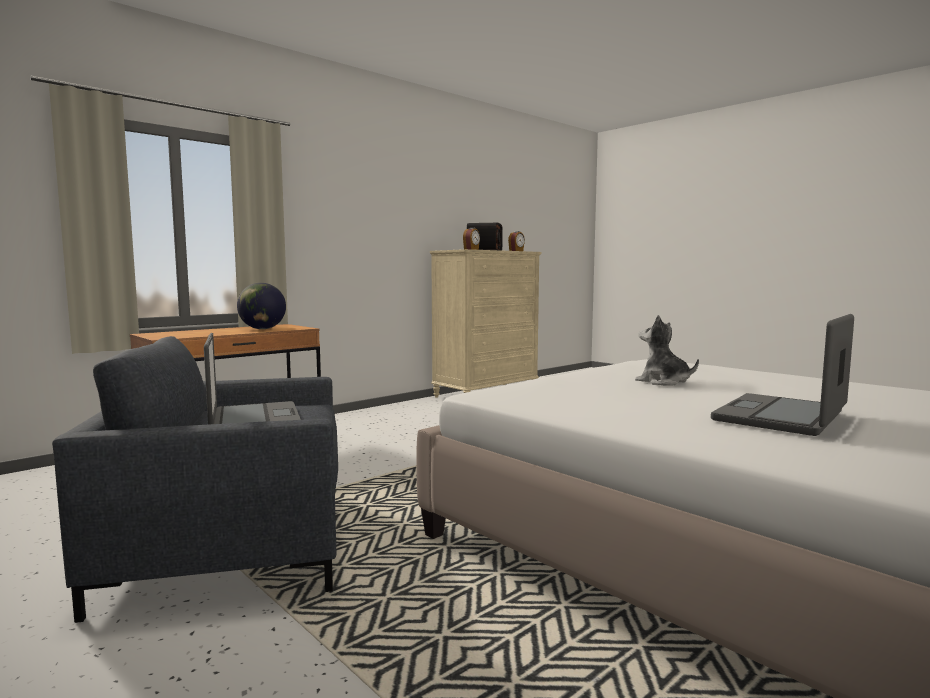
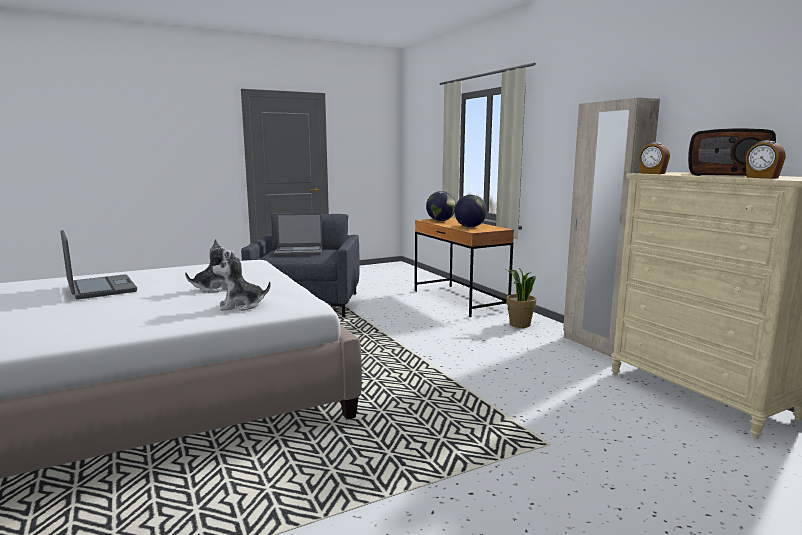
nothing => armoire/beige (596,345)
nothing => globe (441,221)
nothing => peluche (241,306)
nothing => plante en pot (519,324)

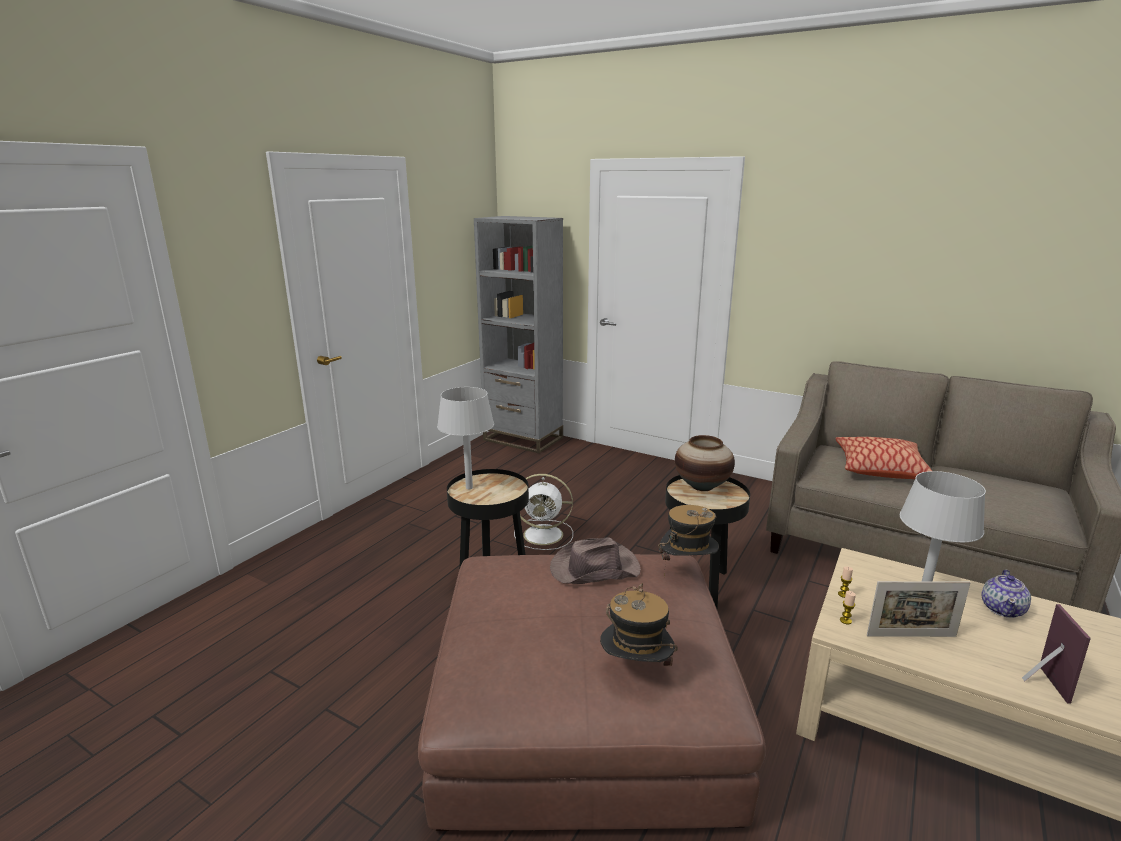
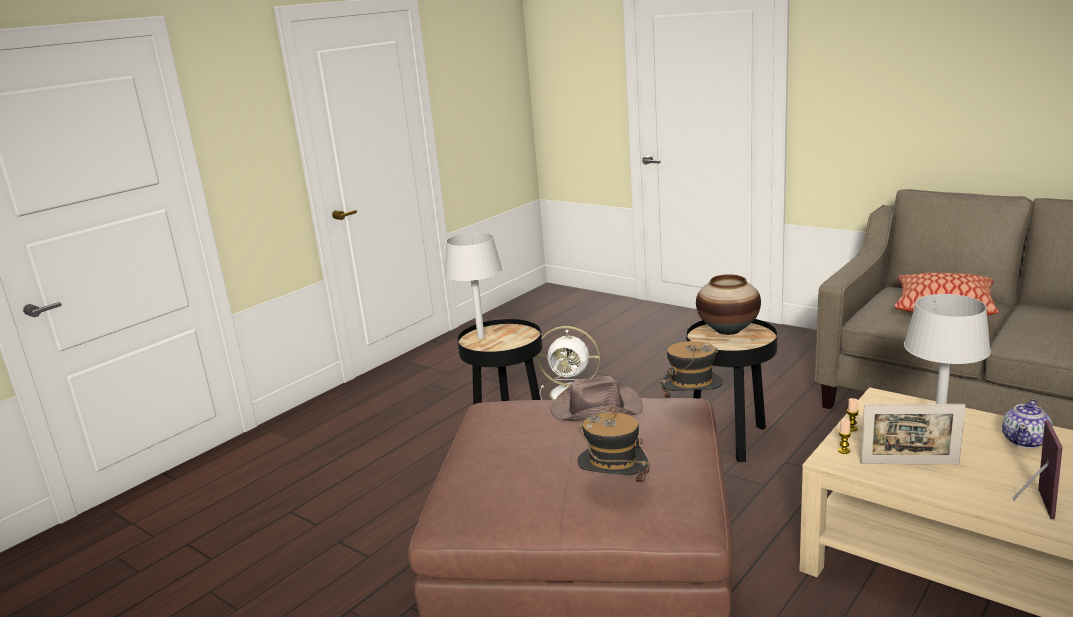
bibliothèque/gris (523,439) => nothing

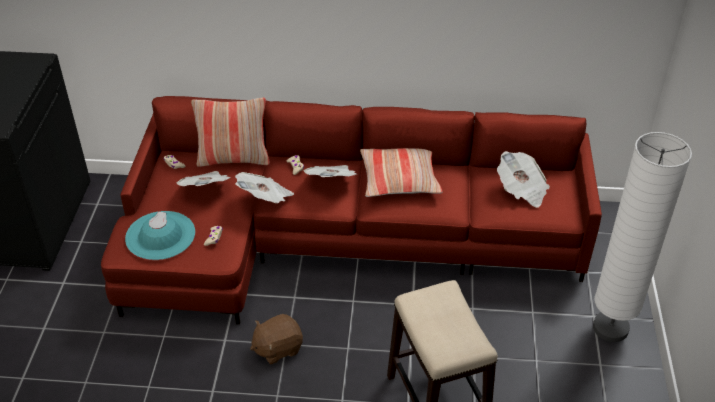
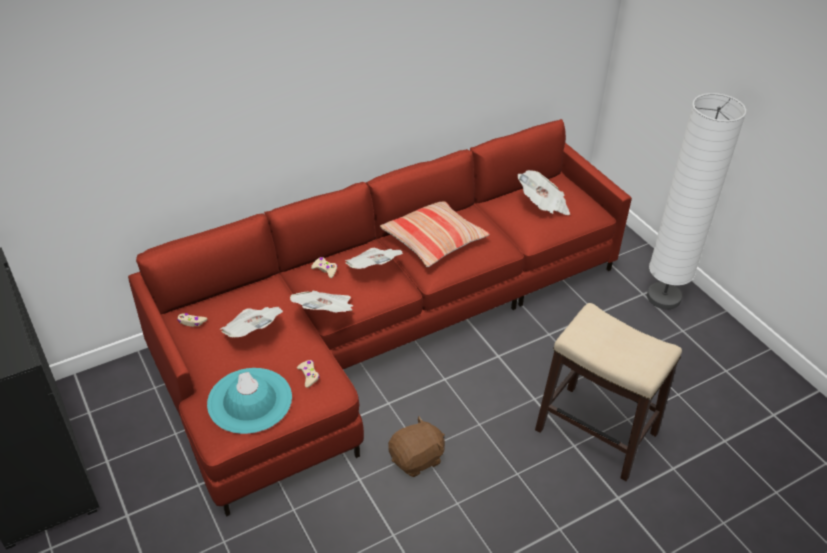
coussin (234,159) => nothing
peluche/marron (277,348) => peluche/marron (417,459), 150 degrees counterclockwise

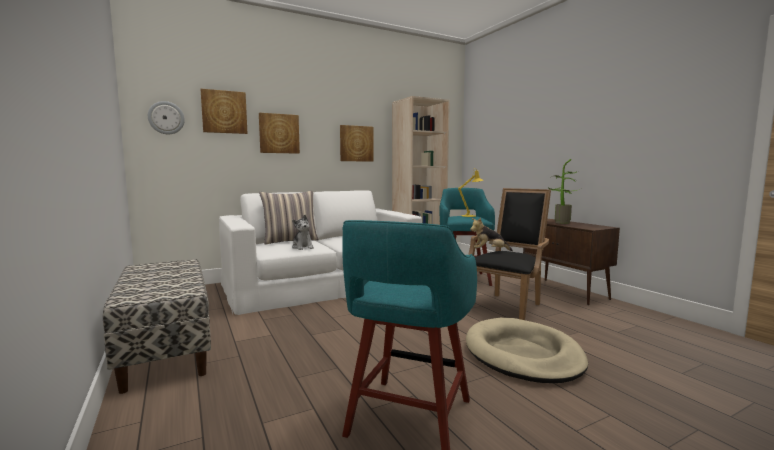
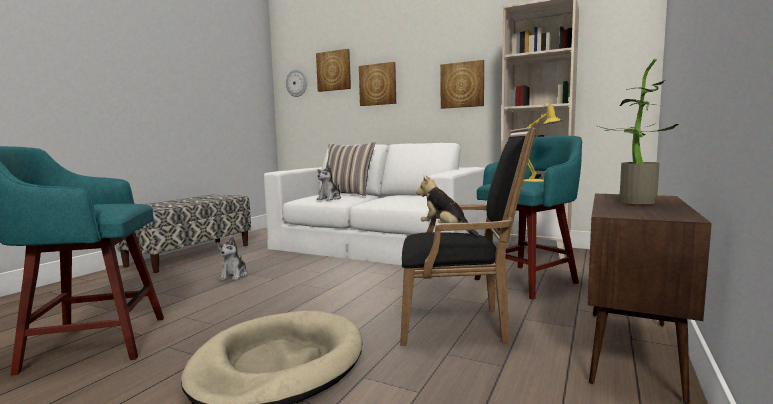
nothing => peluche (234,276)

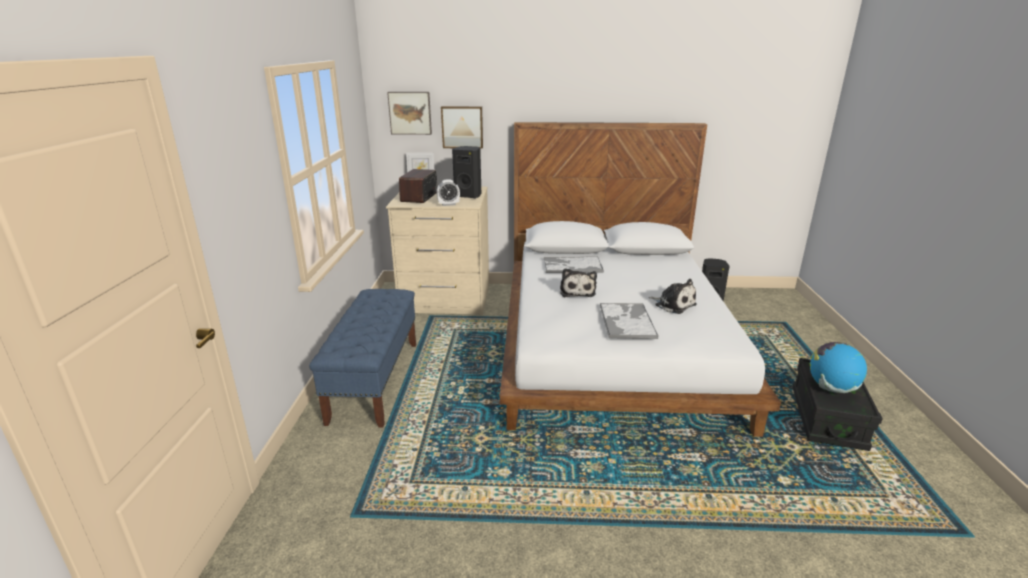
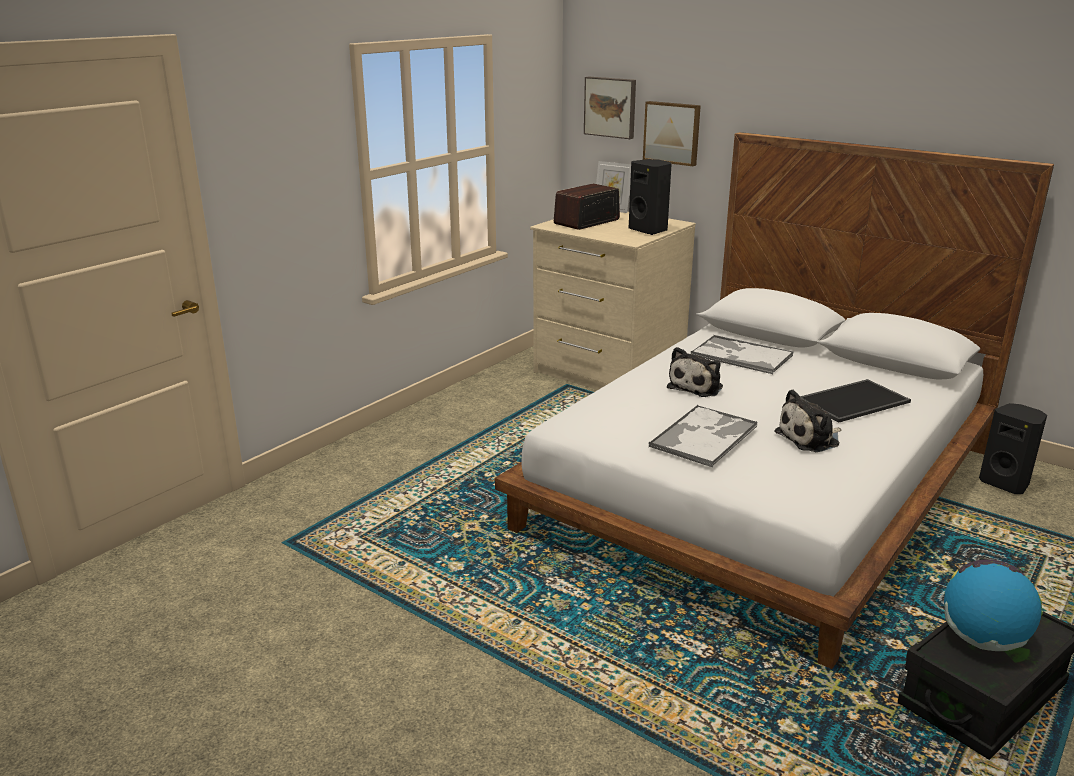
réveil (448,204) => nothing
peluche (673,304) => peluche (810,438), 75 degrees clockwise
banc/bleu (375,380) => nothing
nothing => plateau (853,400)

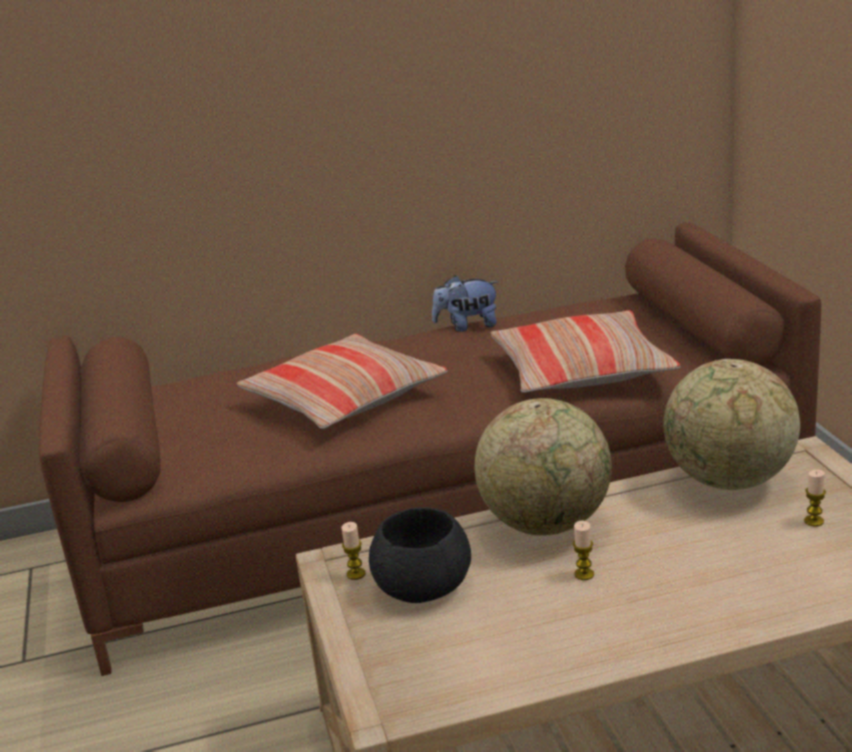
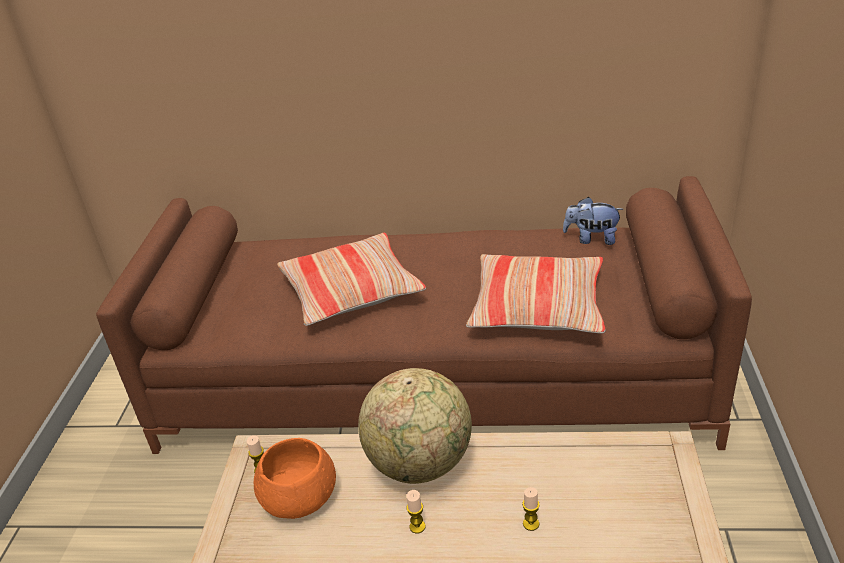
peluche (467,326) => peluche (591,239), shifted
globe (729,481) => nothing
bougie (814,521) => bougie (531,524), shifted
bol/noir (422,586) => bol/orange (298,497)

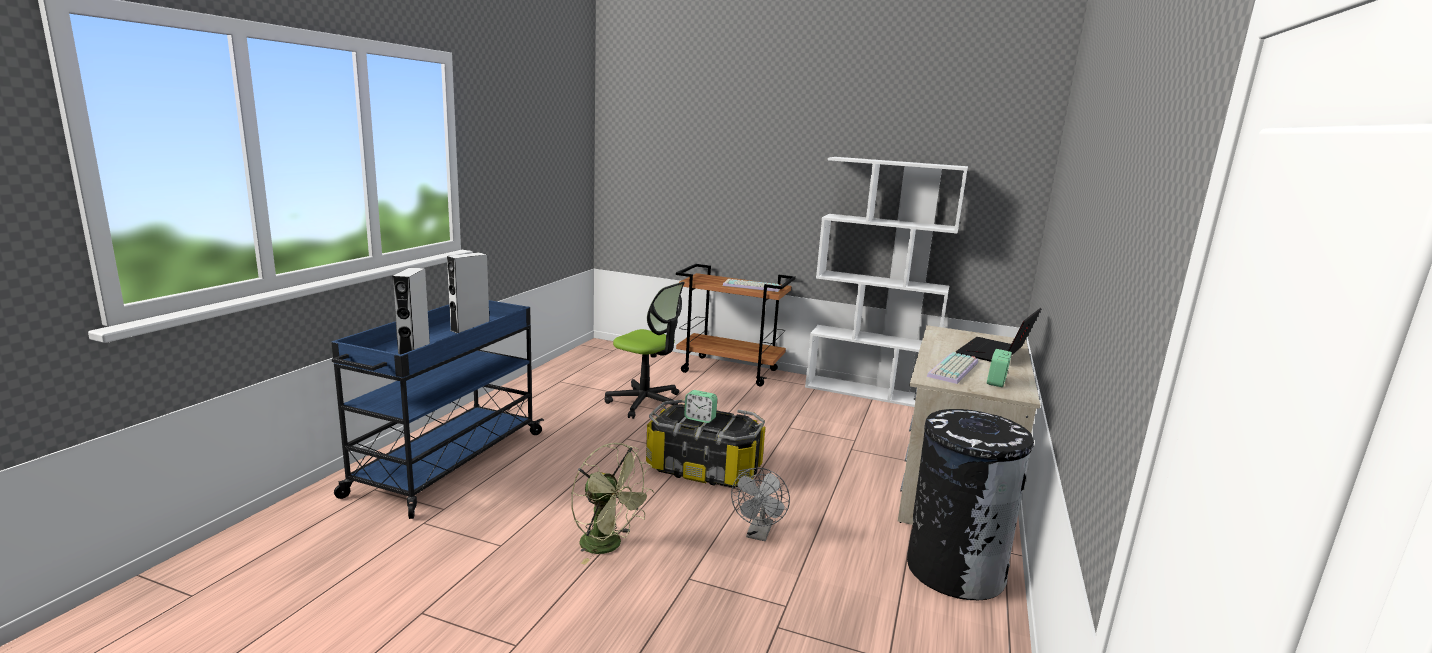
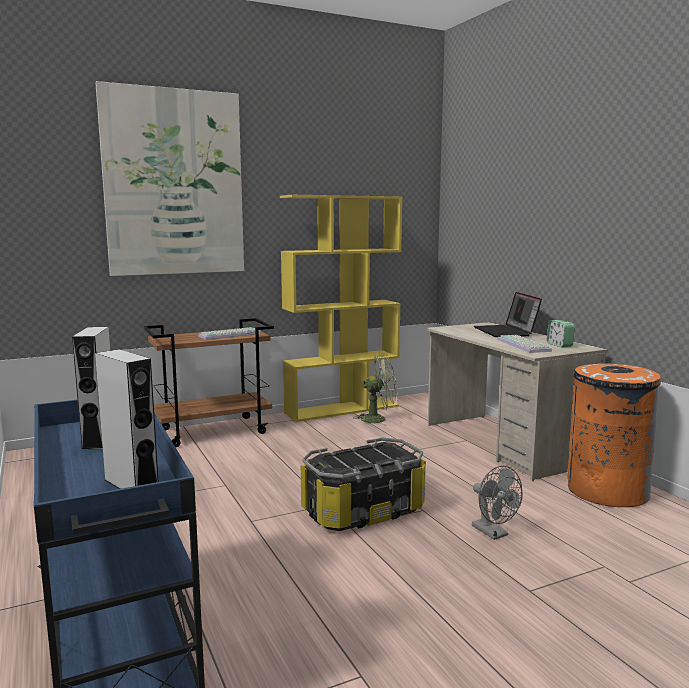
bibliothèque/blanc (869,392) => bibliothèque/jaune (342,409)
chaise de bureau (646,403) => nothing
réveil (700,418) => nothing
poubelle/noir (954,569) => poubelle/orange (606,491)
ventilateur/vert (608,546) => ventilateur/vert (378,419), shifted
nothing => tableau (174,183)

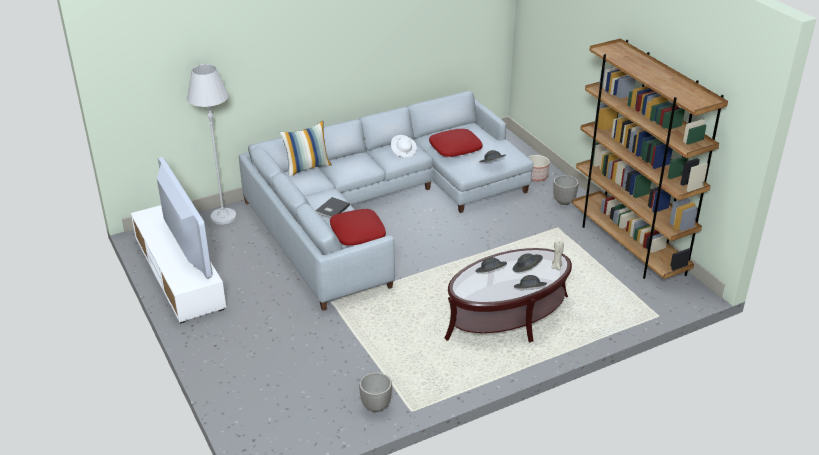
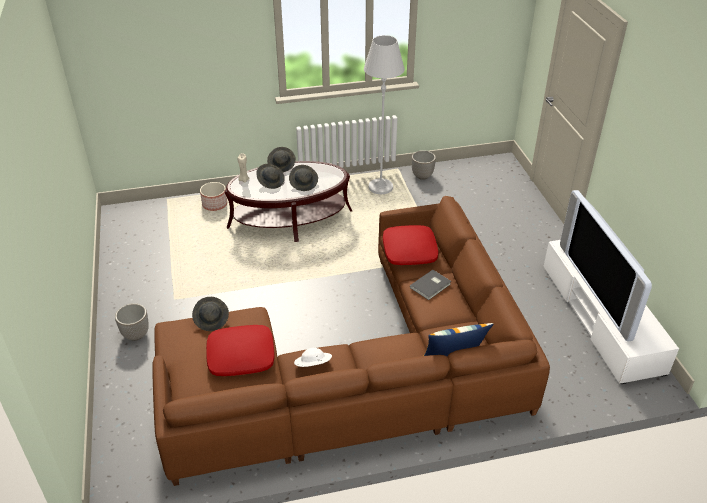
bibliothèque/marron (628,246) => nothing
lampadaire/blanc (223,217) => lampadaire/blanc (380,187), shifted
canapé/gris (379,206) => canapé/marron (359,372)
cache-pot (535,176) => cache-pot (215,204), shifted

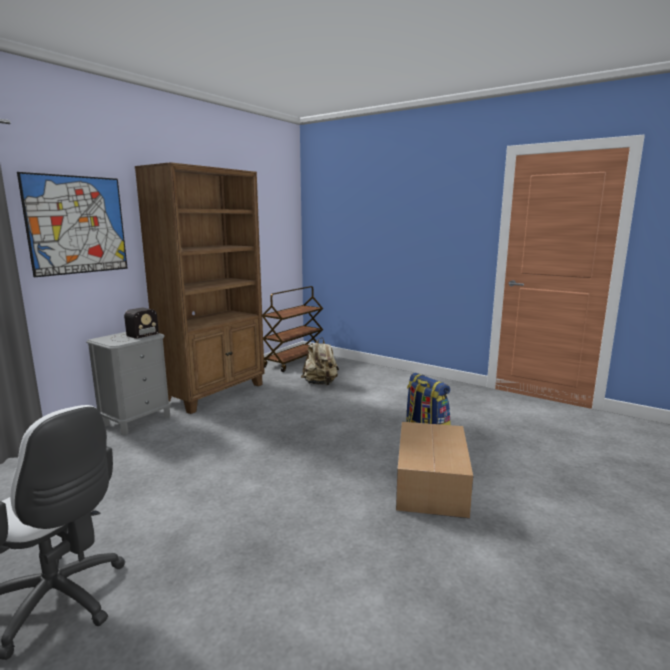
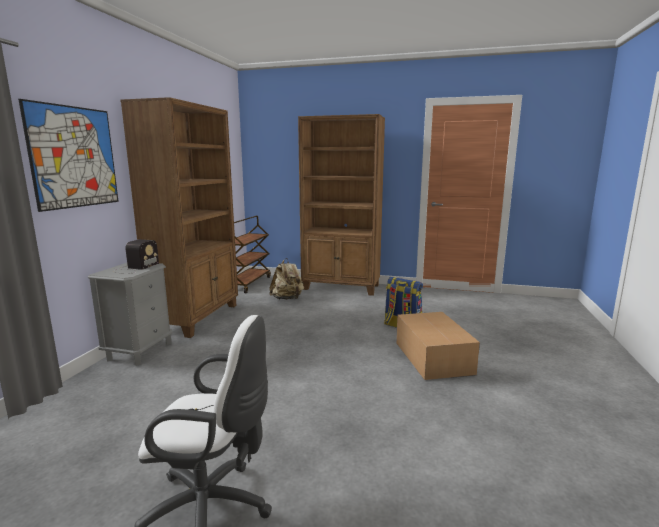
nothing => bibliothèque/marron (341,287)

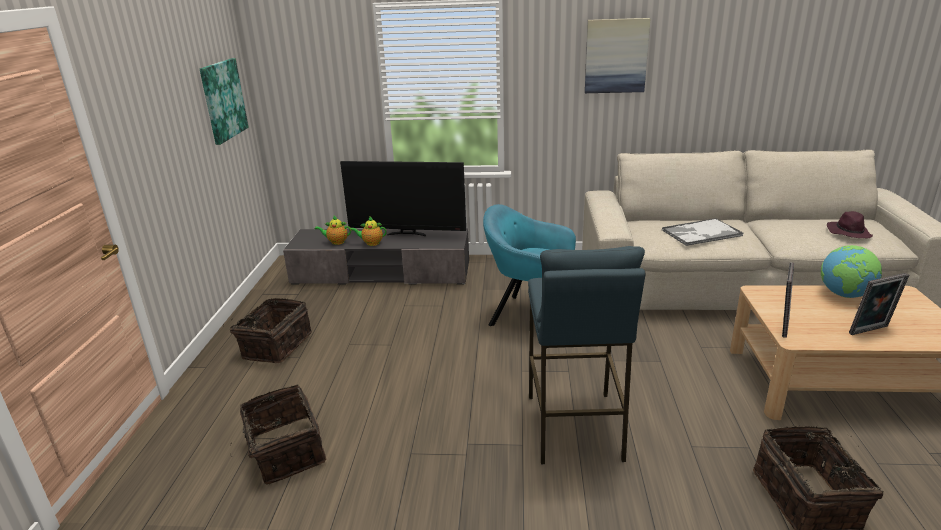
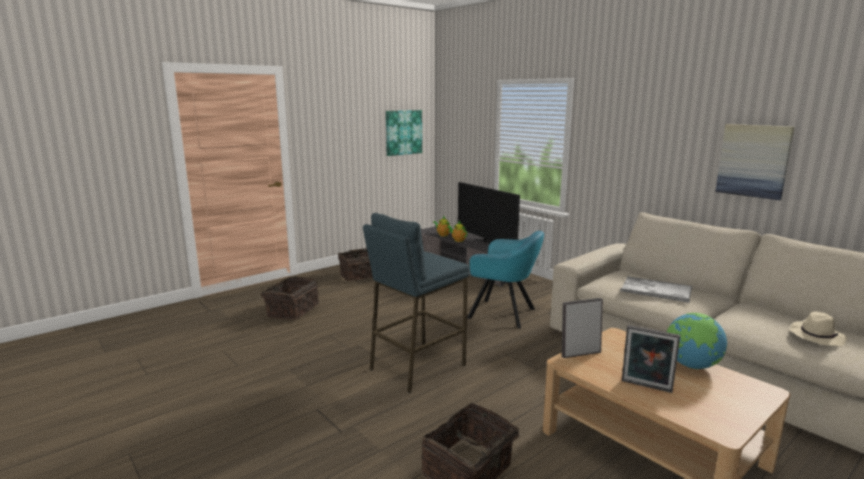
tableau (616,56) => tableau (753,160), shifted
fauteuil/turquoise (528,315) => fauteuil/turquoise (504,314), 135 degrees clockwise
chapeau/violet (848,232) => chapeau/beige (816,336)

